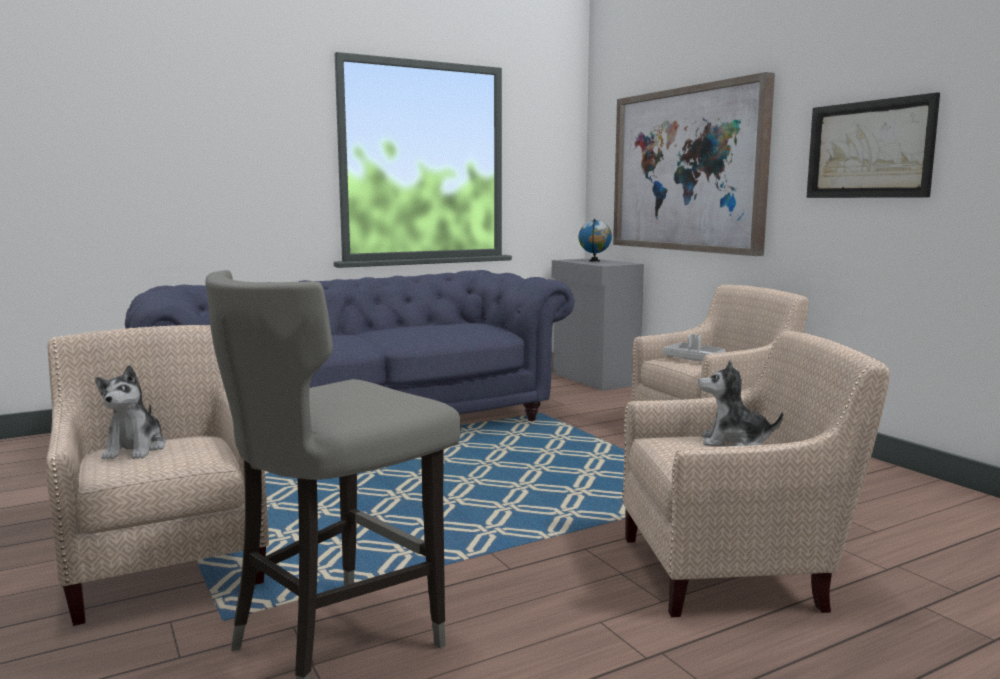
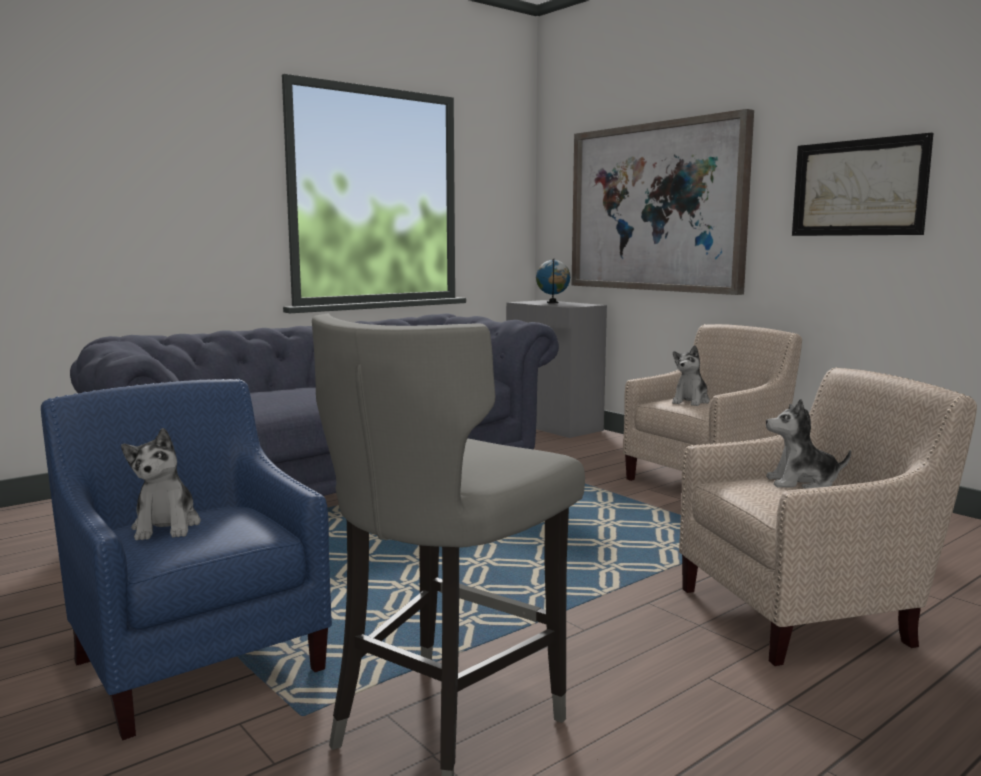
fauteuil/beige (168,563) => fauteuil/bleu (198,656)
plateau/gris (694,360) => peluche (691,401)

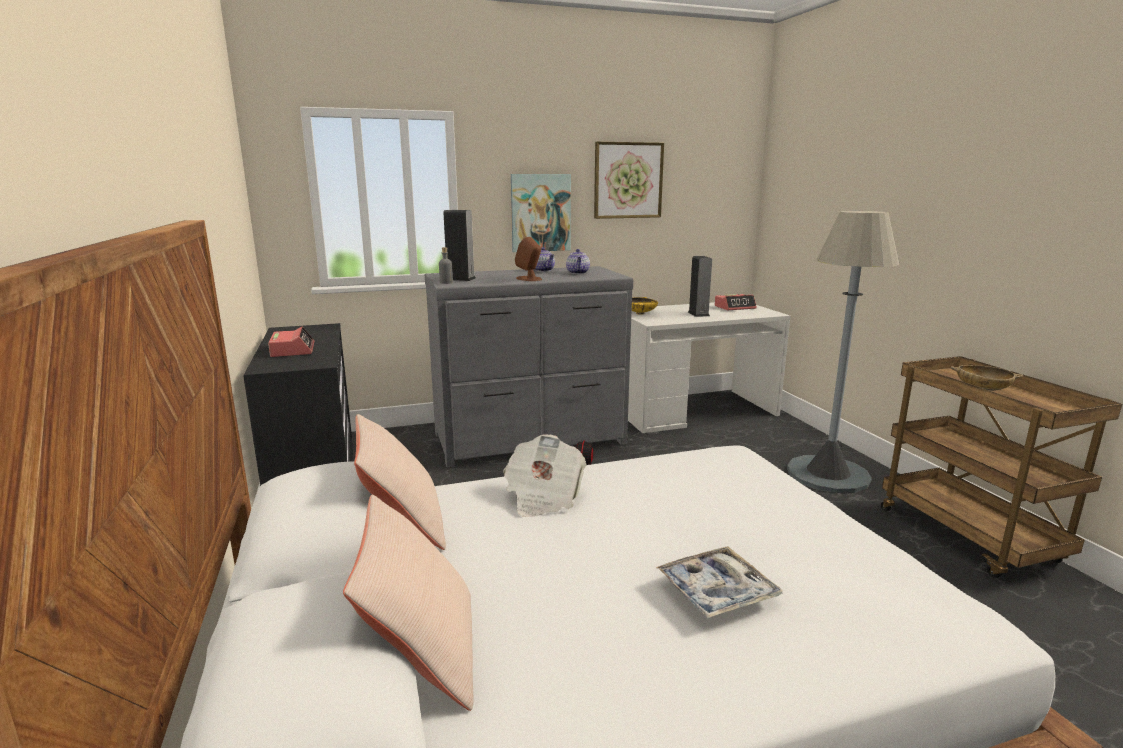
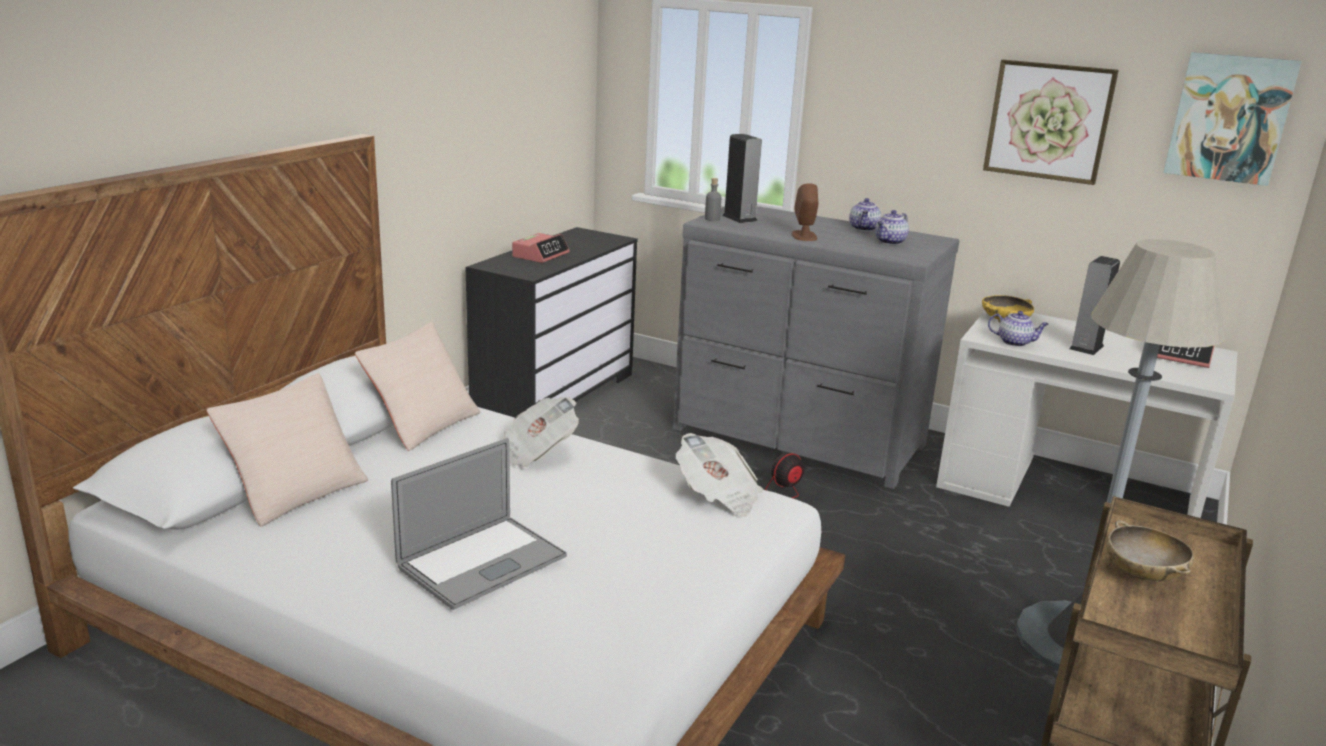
tableau (540,213) => tableau (1229,118), shifted
plateau (717,591) => ordinateur portable (482,562)
nothing => théière (1015,342)
nothing => journal (718,496)

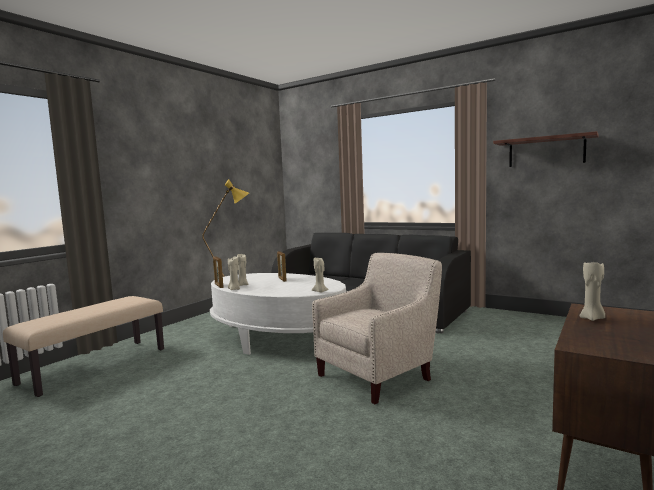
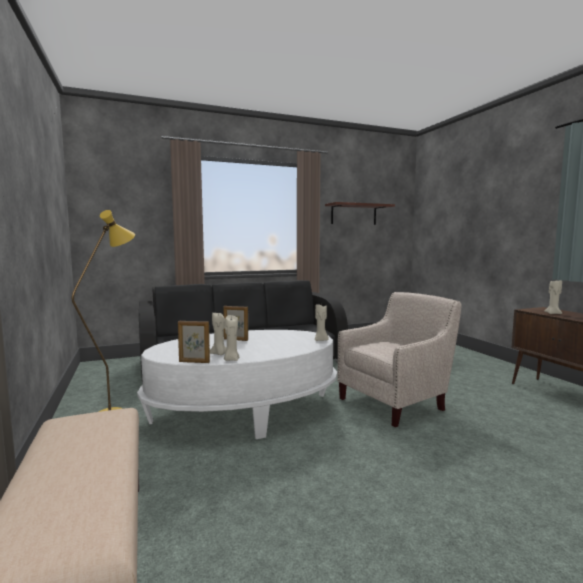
fauteuil/beige (379,375) => fauteuil/beige (395,402), 60 degrees clockwise

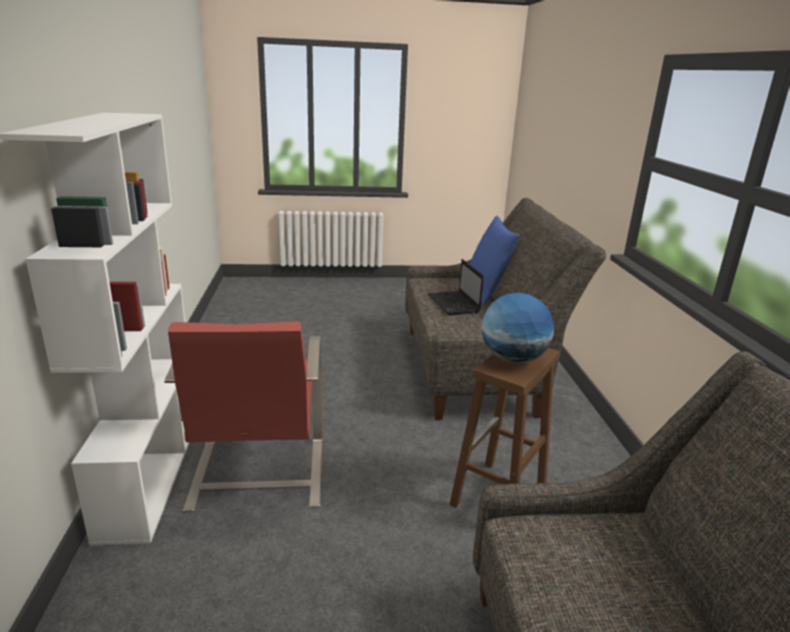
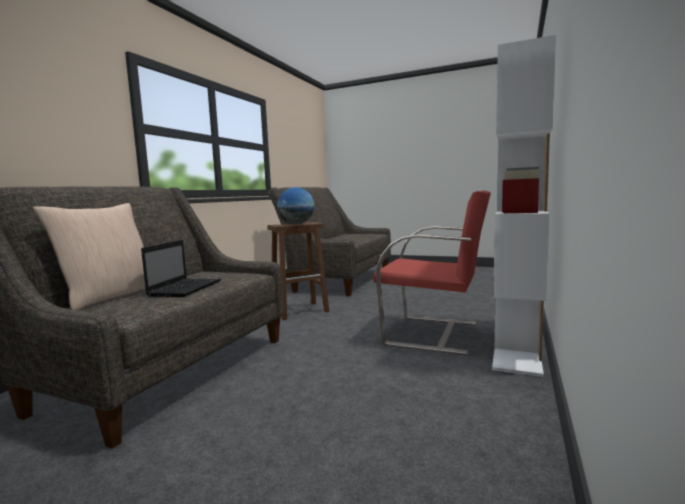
coussin/bleu (486,291) => coussin/beige (110,296)
fauteuil/rouge (258,475) => fauteuil/rouge (433,333), 90 degrees clockwise

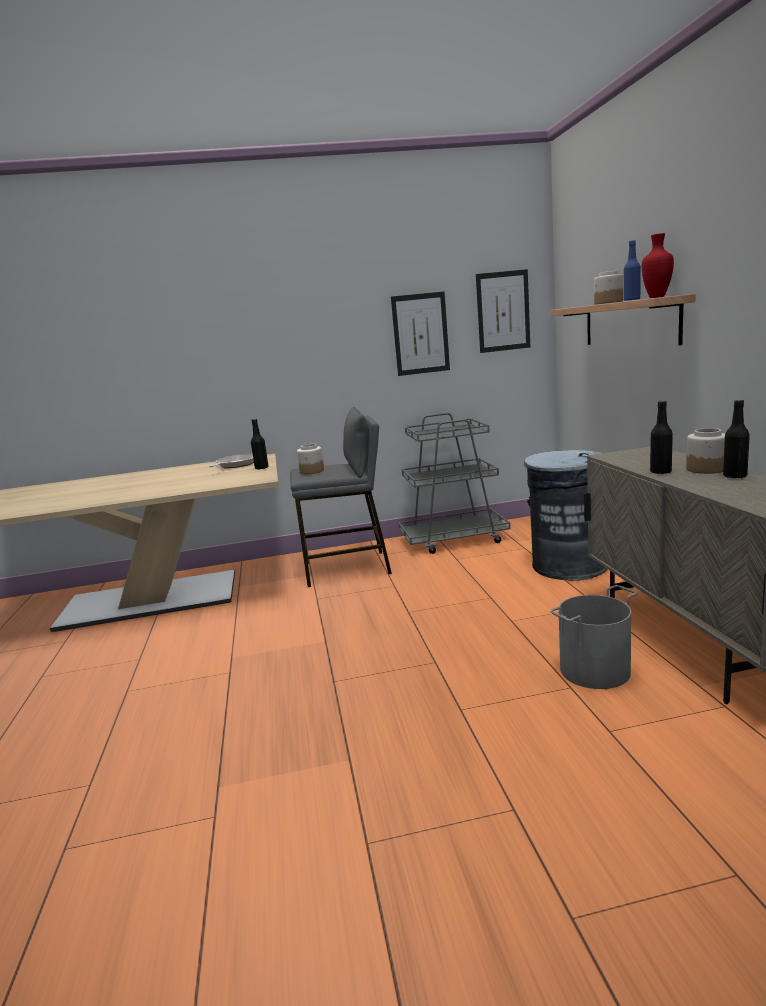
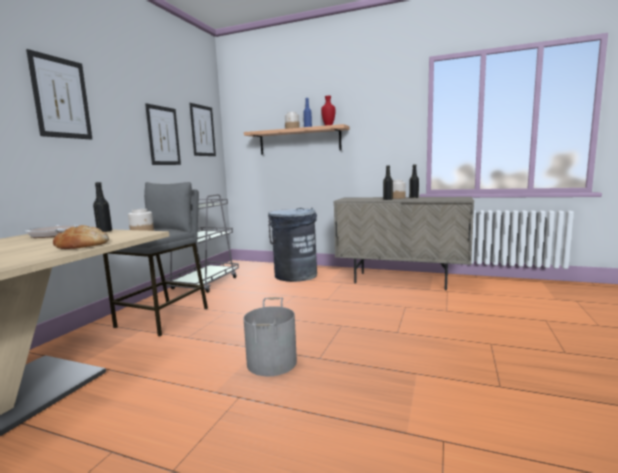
seau/gris (595,670) => seau/gris (272,362), shifted
nothing => tableau (61,98)
nothing => pain (82,245)

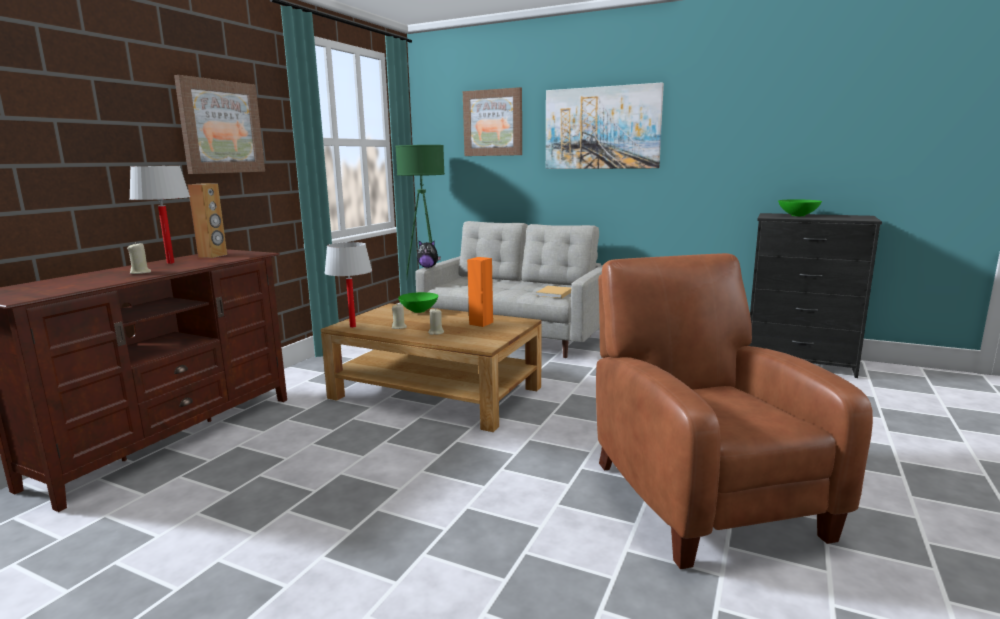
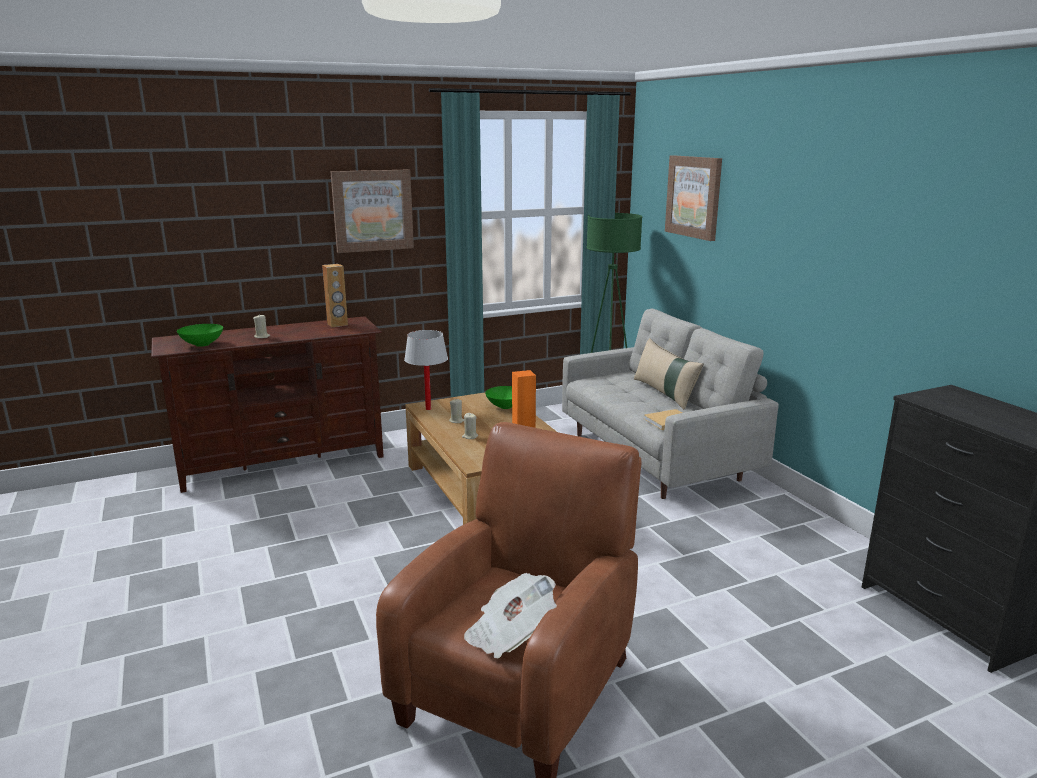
tableau (602,128) => nothing
lampe de table/blanc (170,263) => nothing
bol/vert (798,215) => bol/vert (203,344), shifted
peluche (428,267) => nothing
nothing => coussin/beige (665,393)
nothing => journal (510,634)

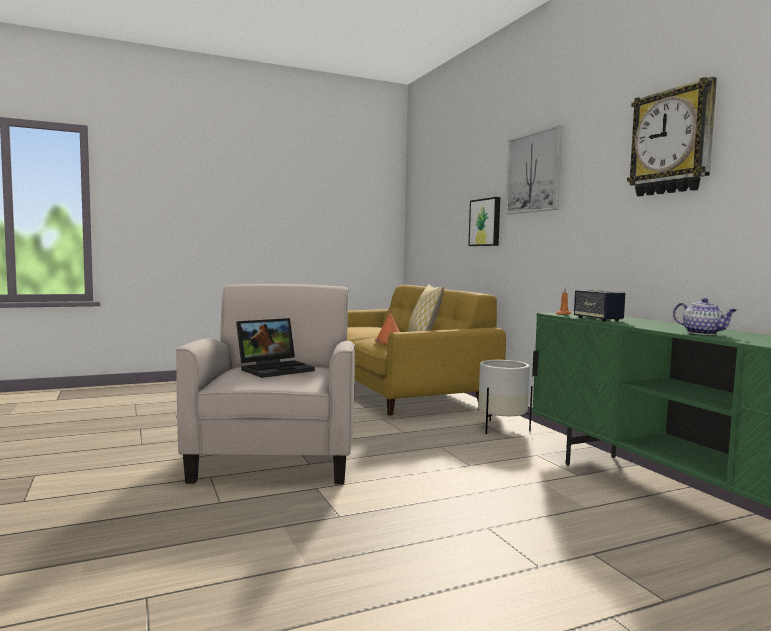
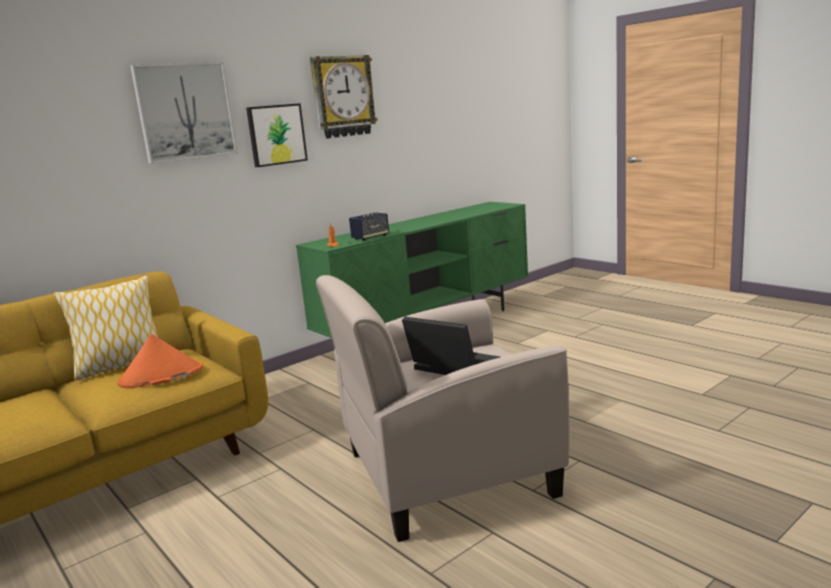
tableau (485,222) => tableau (276,135), shifted
théière (703,333) => nothing
cache-pot/blanc (502,428) => nothing

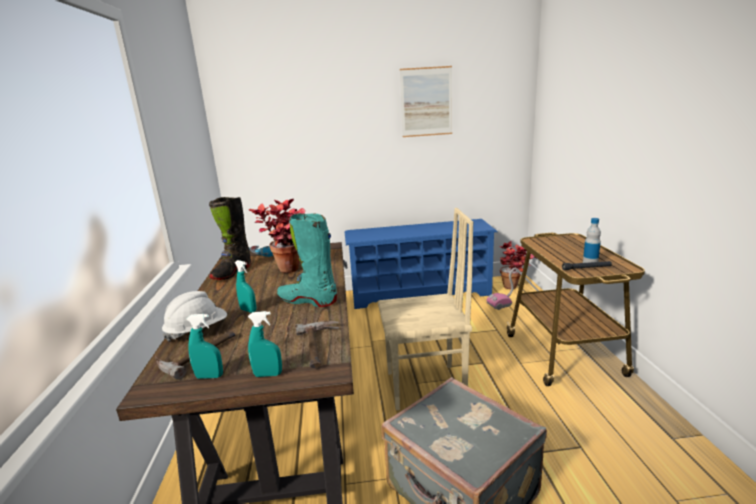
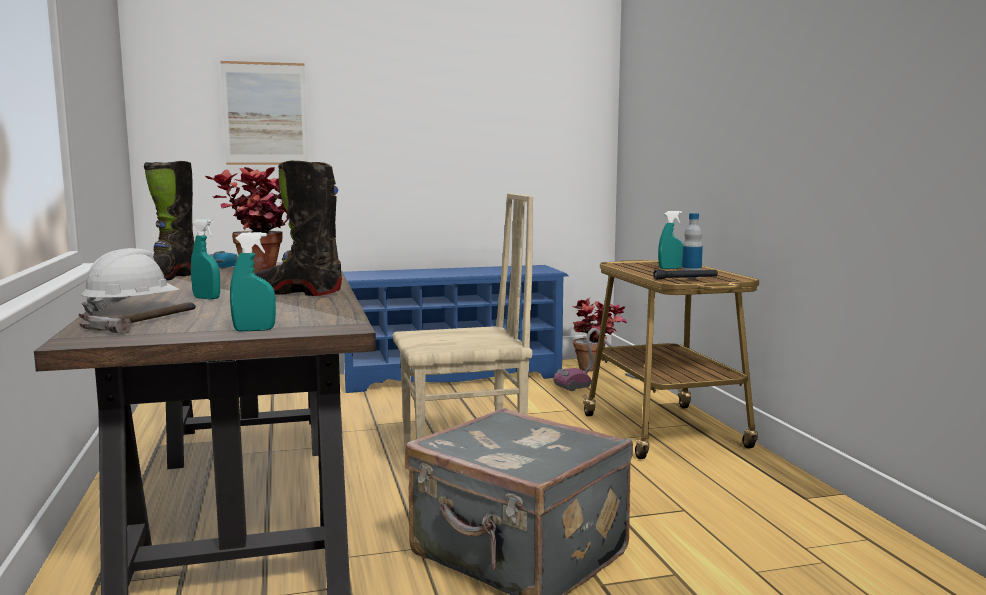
tableau (426,102) => tableau (265,114), shifted
botte/turquoise (308,301) => botte/noir (296,292)
vaporisateur/turquoise (209,376) => vaporisateur/turquoise (670,268), shifted
marteau (320,346) => nothing

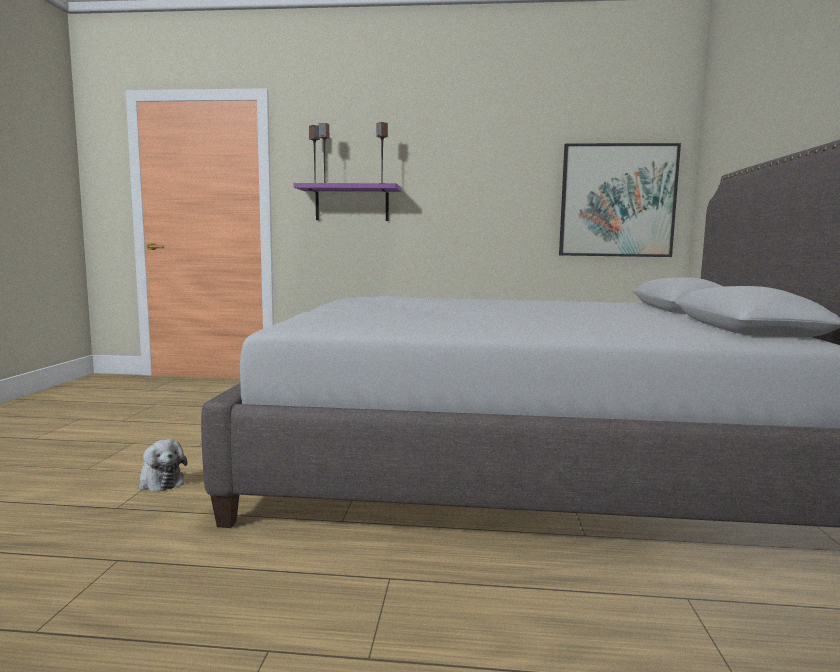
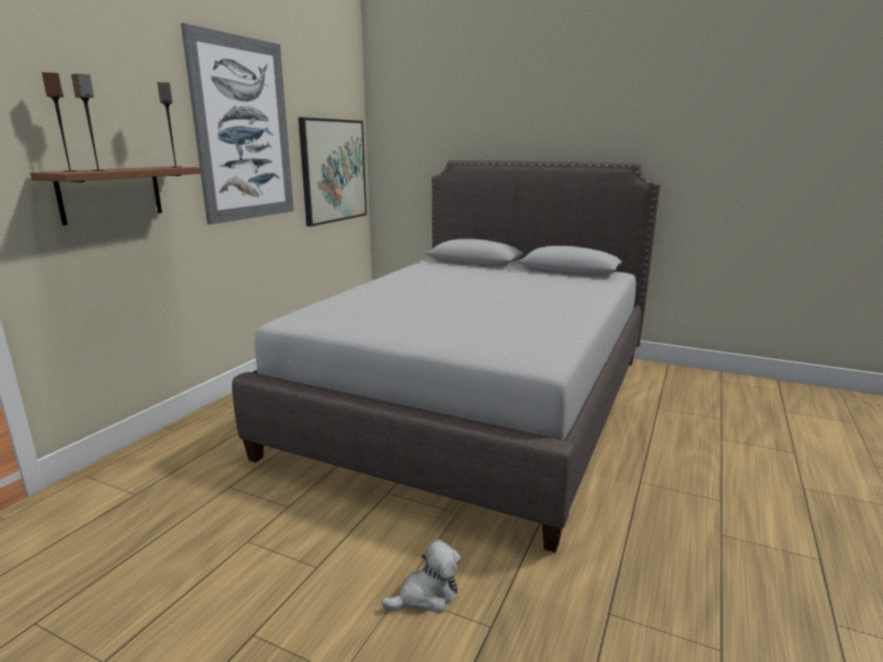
étagère/violet (352,203) => étagère/marron (111,194)
nothing => tableau (244,130)

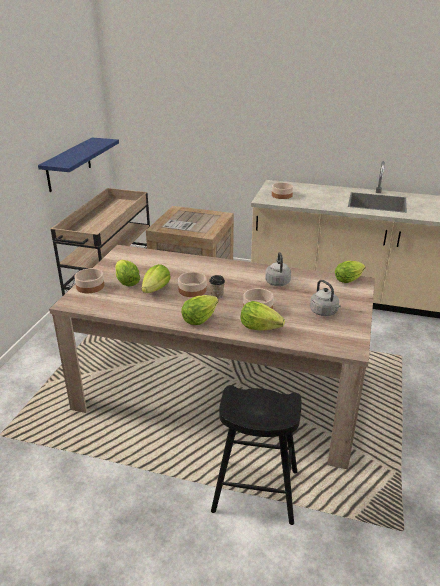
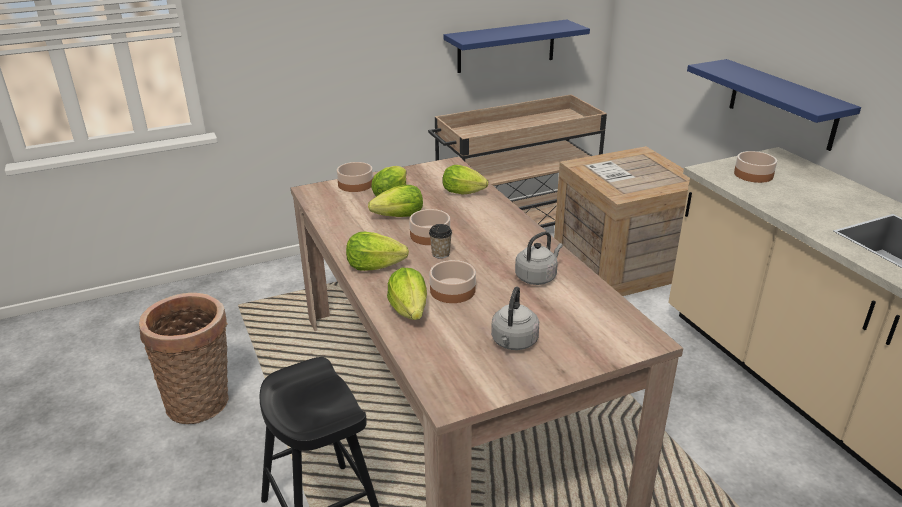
laitue (349,279) => laitue (465,193), shifted
nothing => étagère/bleu (782,104)
nothing => panier (202,402)

